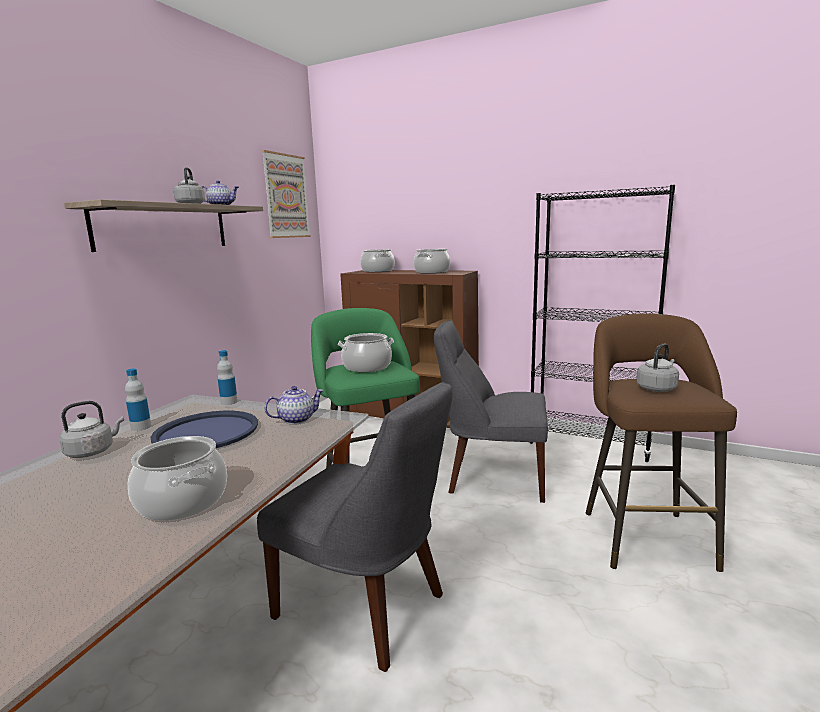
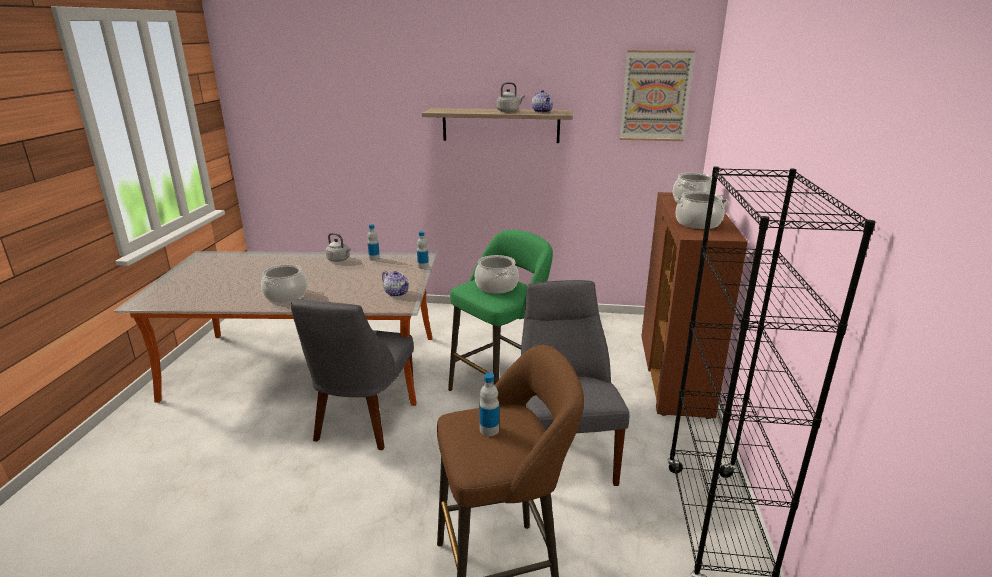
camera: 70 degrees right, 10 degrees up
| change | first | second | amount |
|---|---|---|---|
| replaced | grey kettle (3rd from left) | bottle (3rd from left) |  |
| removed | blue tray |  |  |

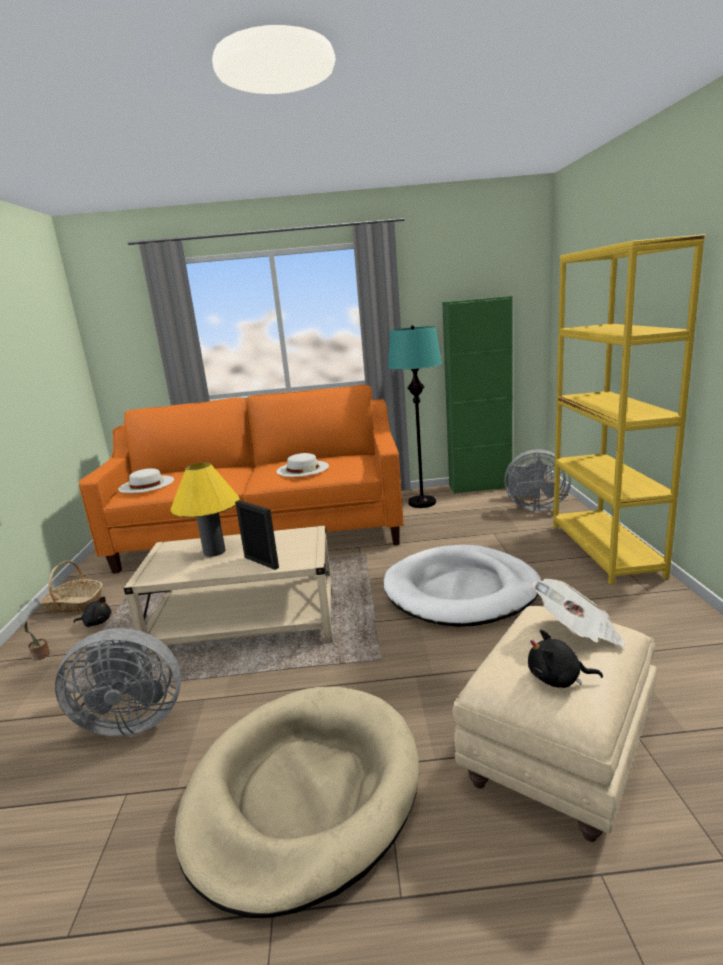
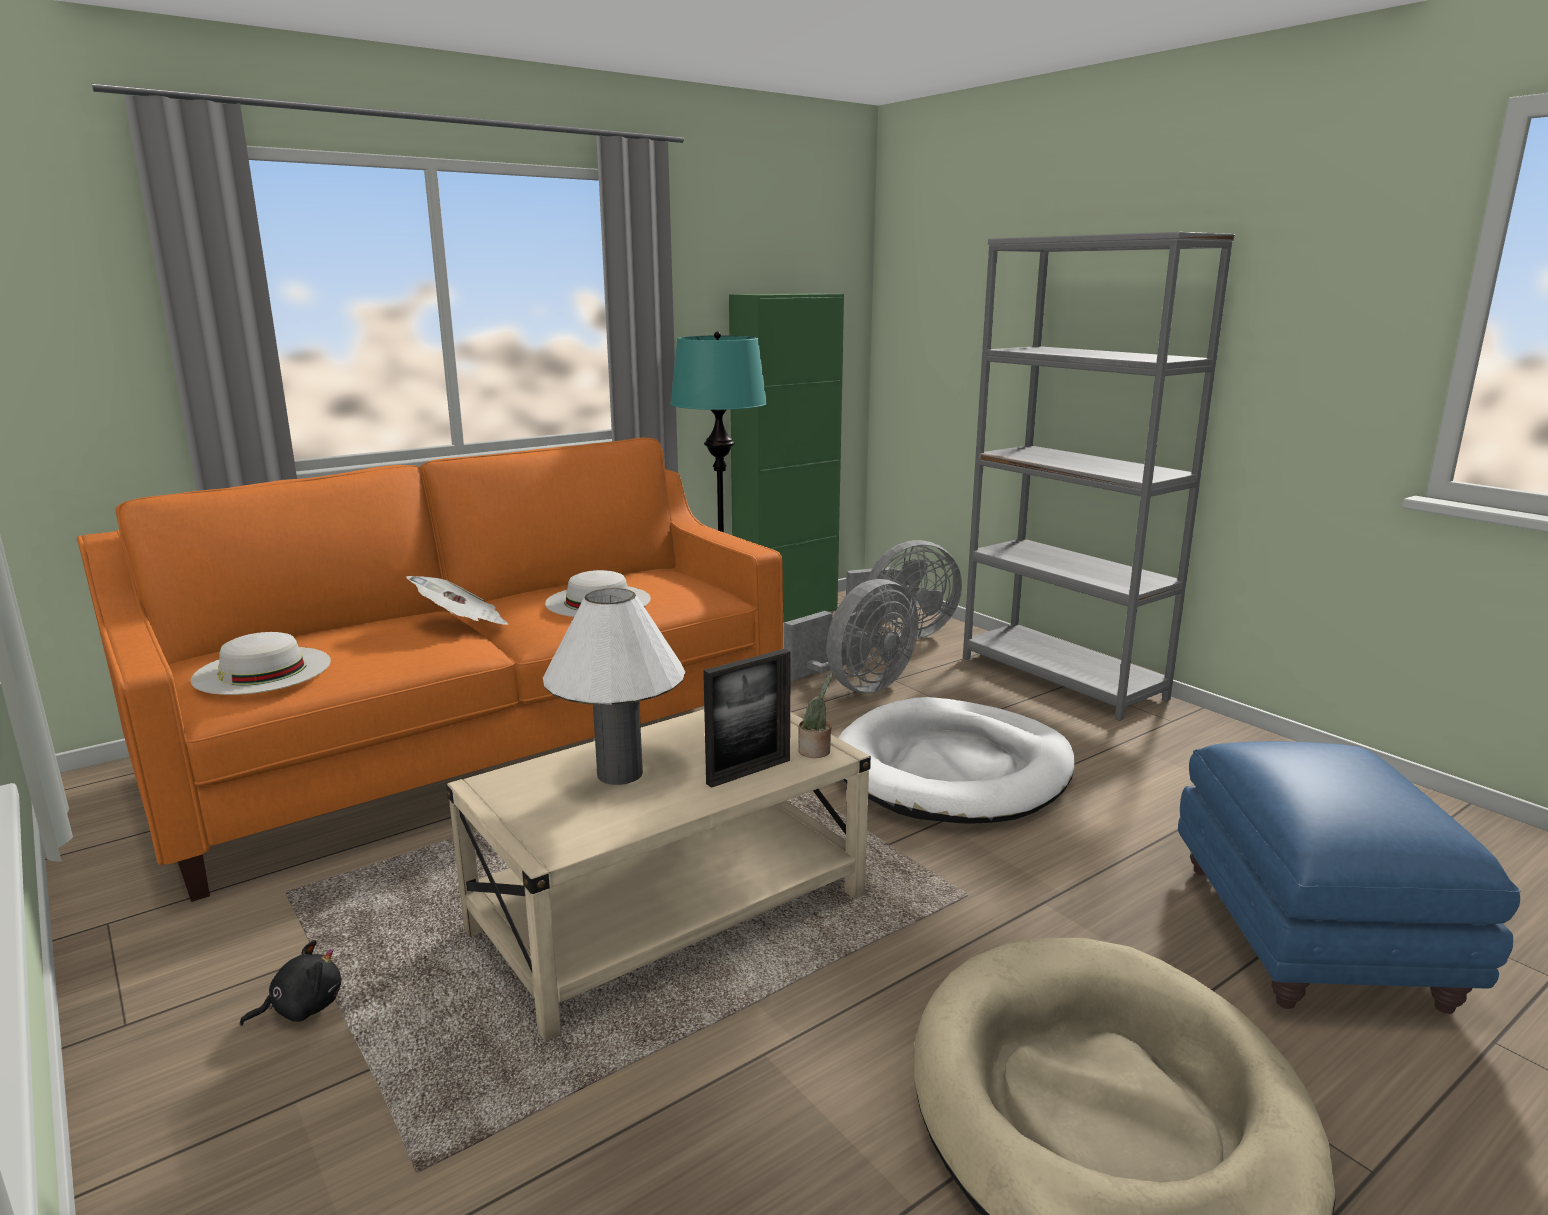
camera: 35 degrees left, 0 degrees up
| change | first | second | amount |
|---|---|---|---|
| moved | newspaper |  |  |
| recoloured | yellow table lamp | white table lamp |  |
| turned | picture frame |  | 135 degrees clockwise |
| moved | grey fan (1st from left) |  |  |
| moved | potted plant |  |  |
| recoloured | yellow bookcase | grey bookcase |  |
| recoloured | beige ottoman | blue ottoman |  |
| removed | basket |  |  |
| removed | black plush toy (2nd from left) |  |  |

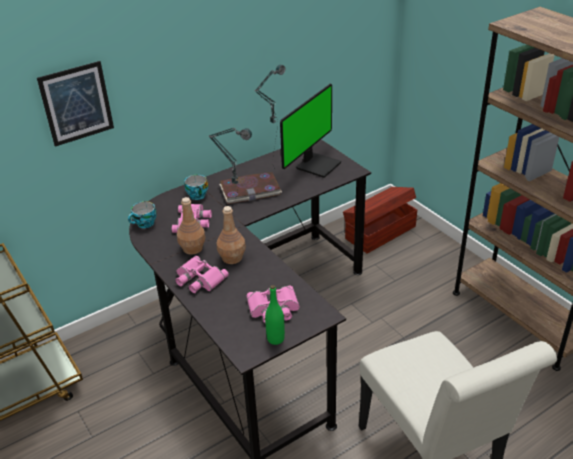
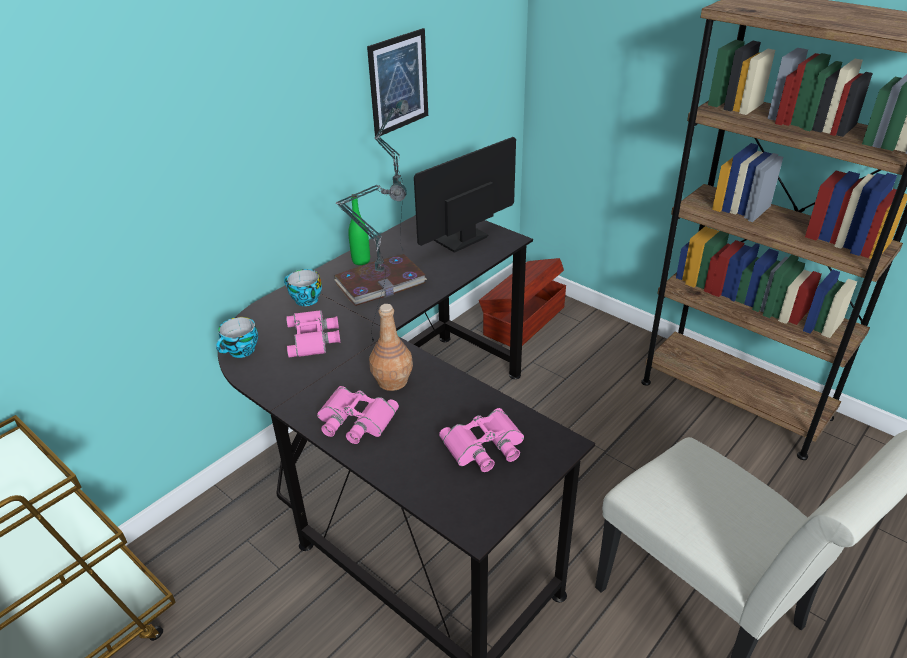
camera: 15 degrees left, 0 degrees up
| change | first | second | amount |
|---|---|---|---|
| moved | green bottle |  |  |
| moved | picture |  |  |
| turned | monitor |  | 150 degrees counterclockwise |
| removed | brown bottle (1st from left) |  |  |

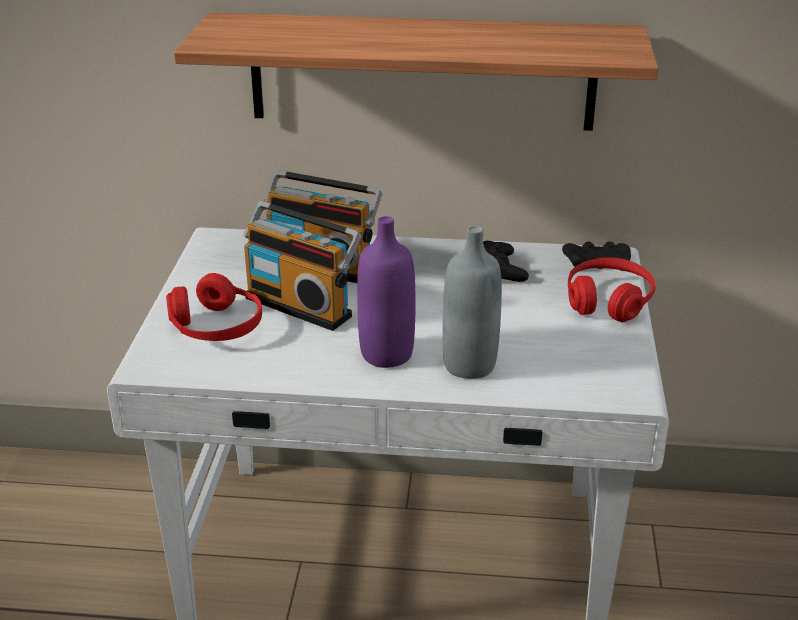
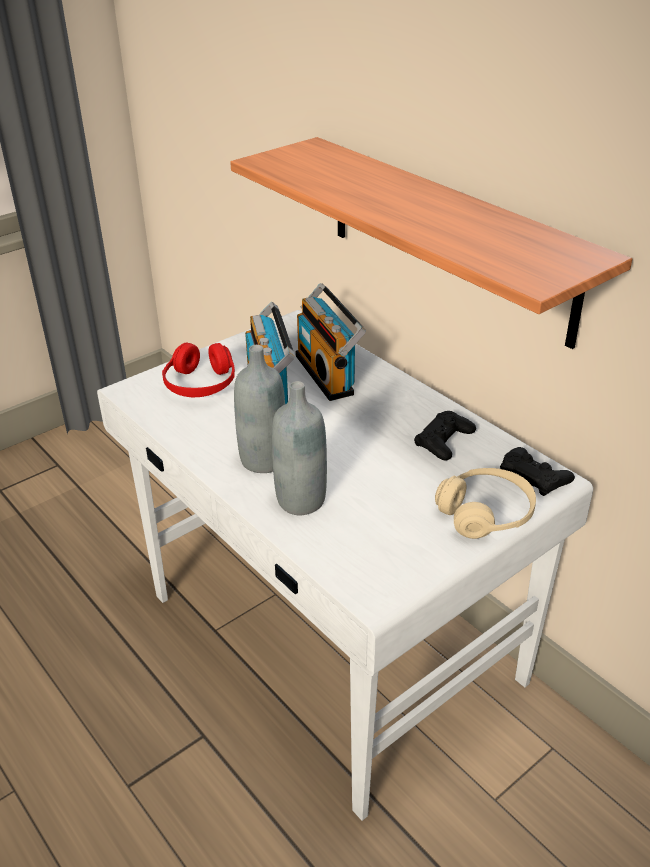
camera: 45 degrees right, 5 degrees up
| change | first | second | amount |
|---|---|---|---|
| recoloured | purple bottle | grey bottle (1st from left) |  |
| recoloured | red headphones (2nd from left) | beige headphones |  |

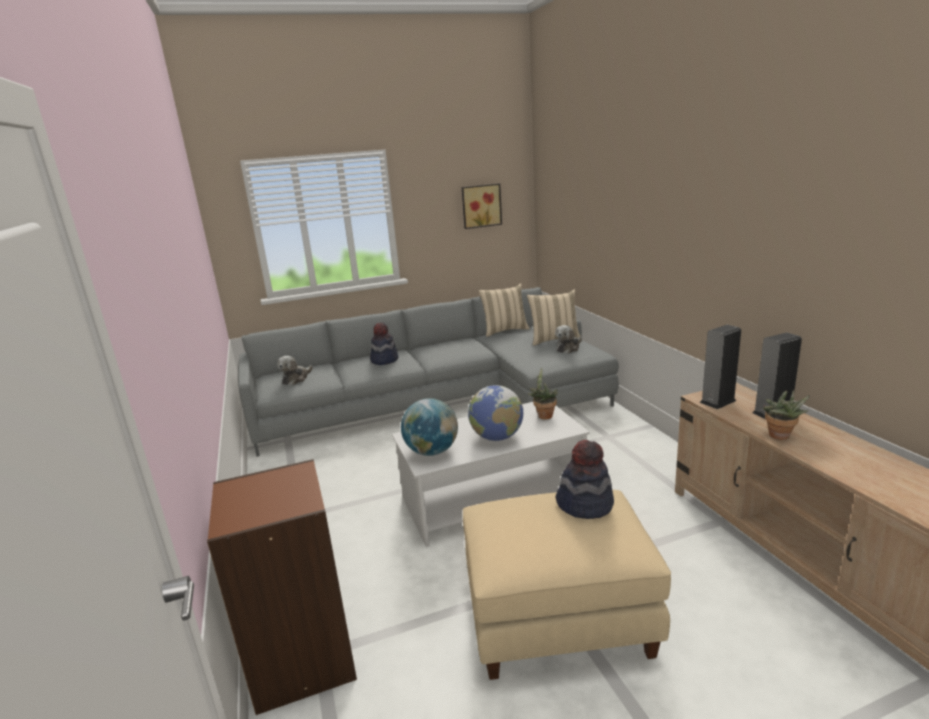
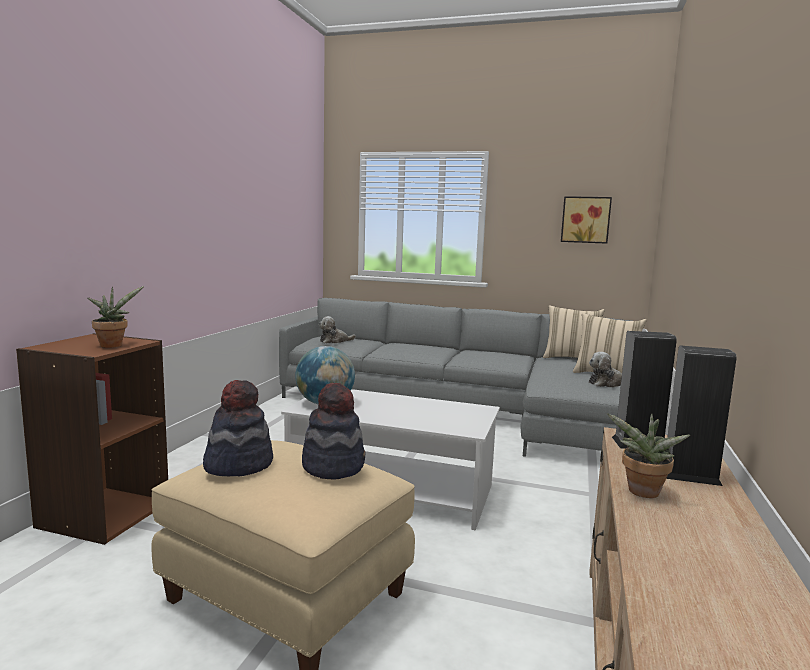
camera: 35 degrees right, 10 degrees down
| change | first | second | amount |
|---|---|---|---|
| moved | potted plant (1st from left) |  |  |
| moved | hat (1st from left) |  |  |
| removed | globe (2nd from left) |  |  |

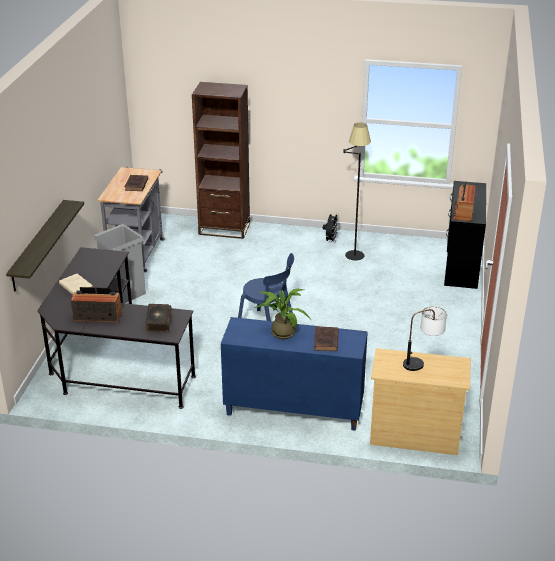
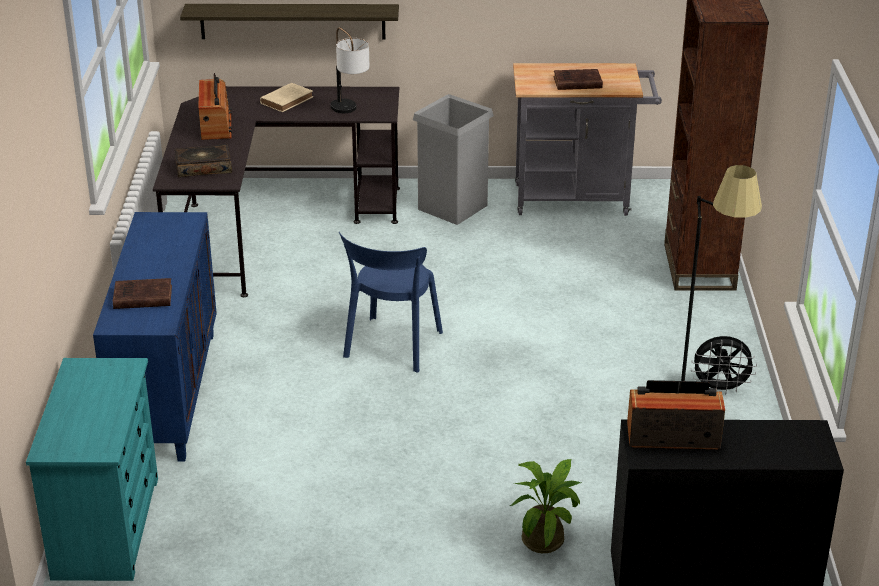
camera: 80 degrees right, 0 degrees up
| change | first | second | amount |
|---|---|---|---|
| recoloured | beige dresser | turquoise dresser |  |
| moved | table lamp |  |  |
| moved | potted plant |  |  |

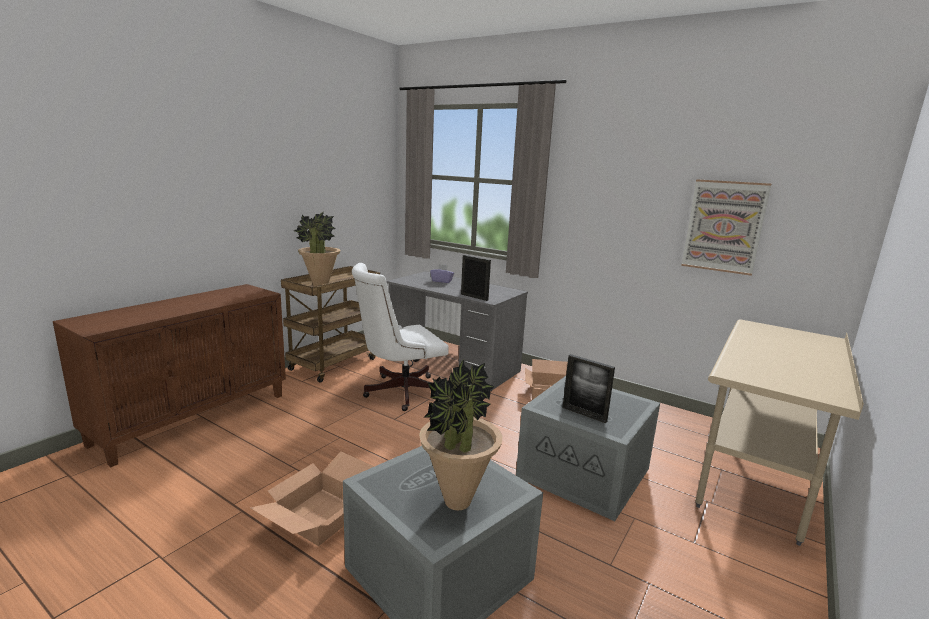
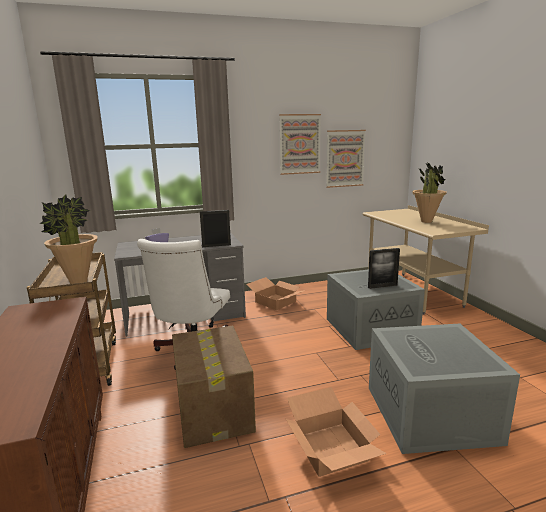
camera: 50 degrees left, 0 degrees up
| change | first | second | amount |
|---|---|---|---|
| added |  | cardboard box (1st from left) |  |
| added |  | picture (1st from left) |  |
| moved | potted plant (2nd from left) |  |  |

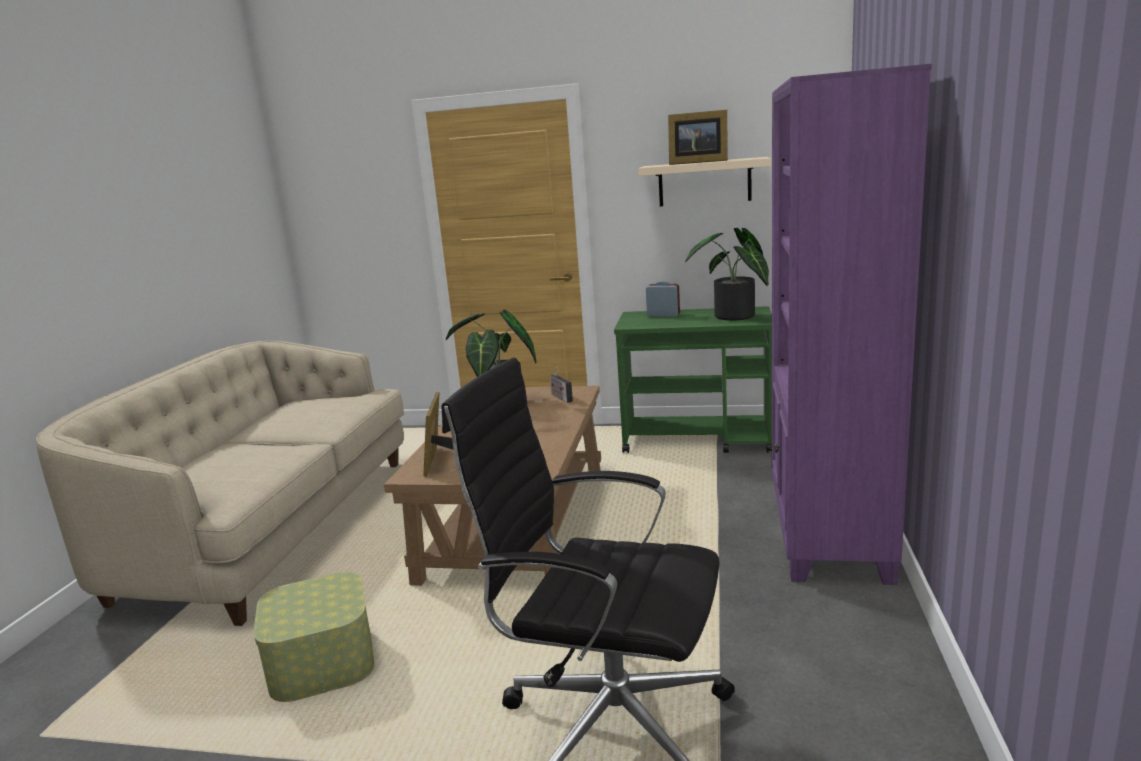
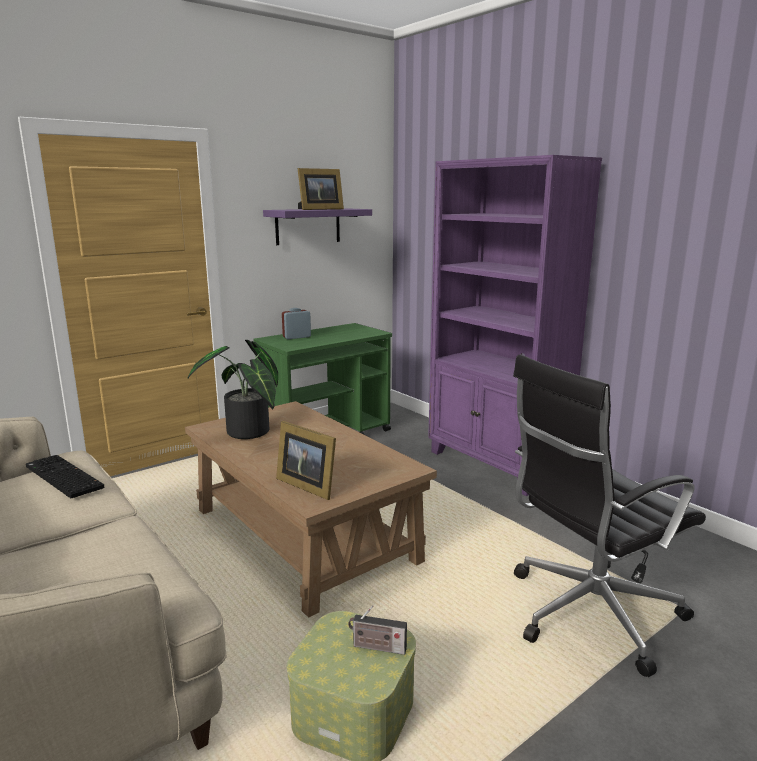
camera: 50 degrees left, 0 degrees up
| change | first | second | amount |
|---|---|---|---|
| added |  | keyboard |  |
| recoloured | beige shelf | purple shelf |  |
| moved | radio |  |  |
| removed | potted plant (2nd from left) |  |  |

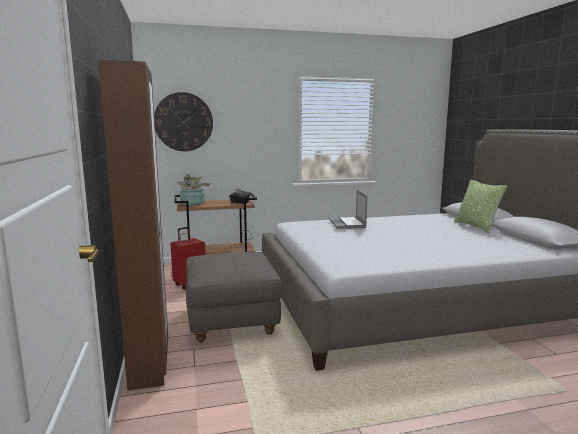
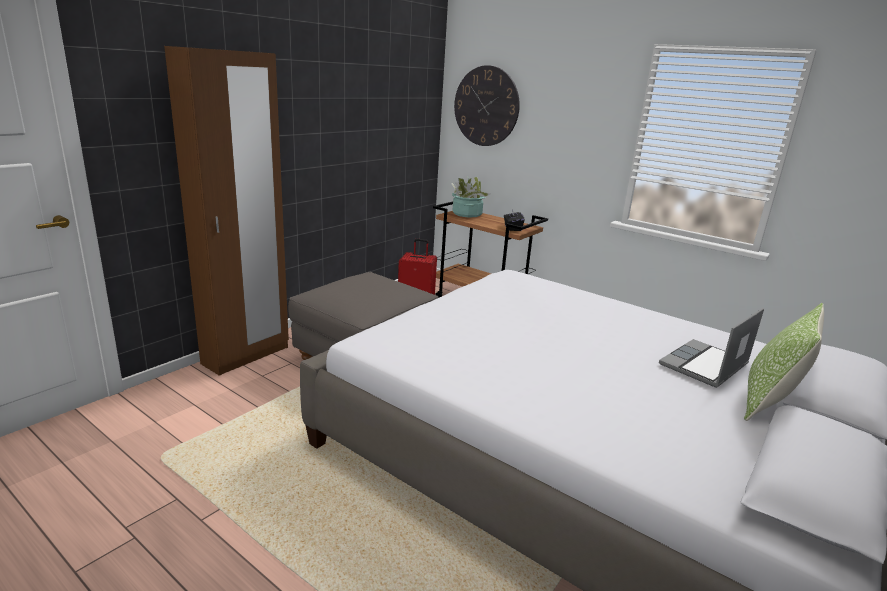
camera: 50 degrees right, 10 degrees up
| change | first | second | amount |
|---|---|---|---|
| moved | laptop |  |  |

